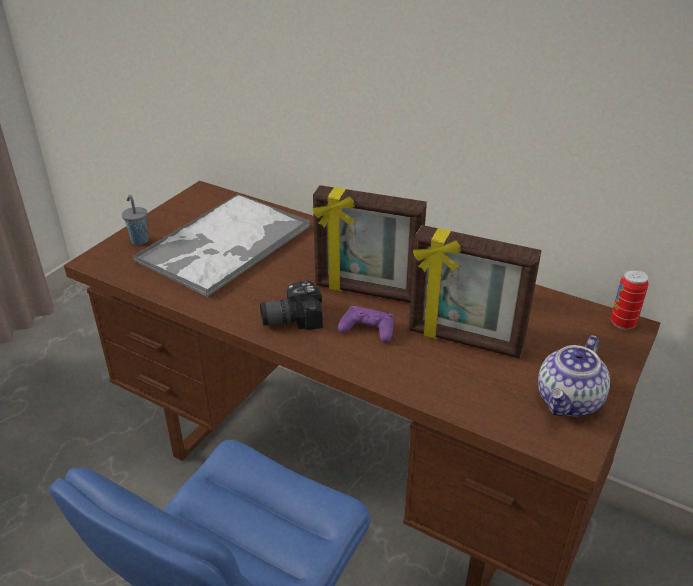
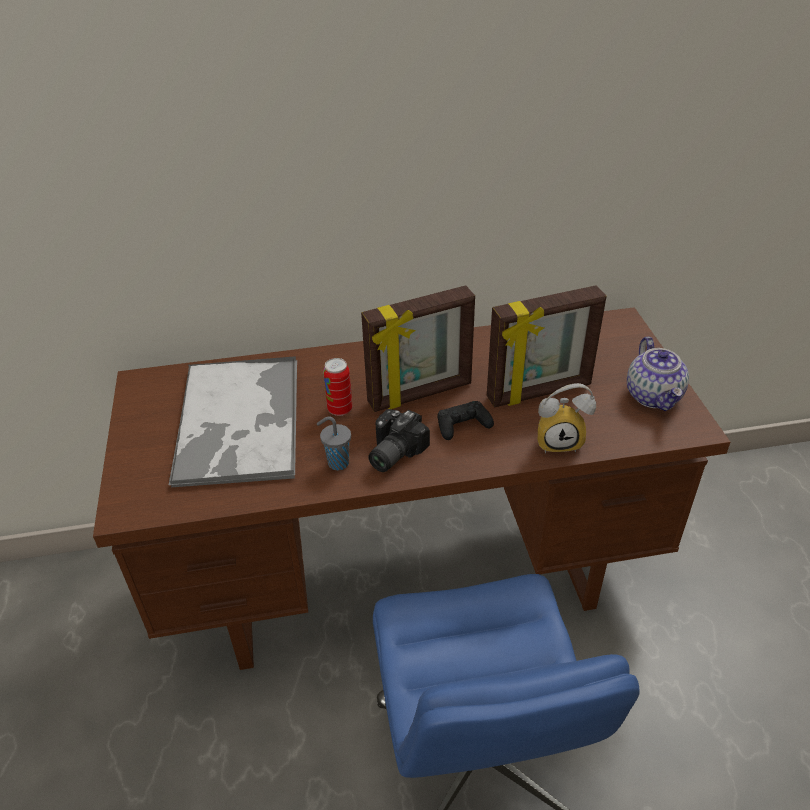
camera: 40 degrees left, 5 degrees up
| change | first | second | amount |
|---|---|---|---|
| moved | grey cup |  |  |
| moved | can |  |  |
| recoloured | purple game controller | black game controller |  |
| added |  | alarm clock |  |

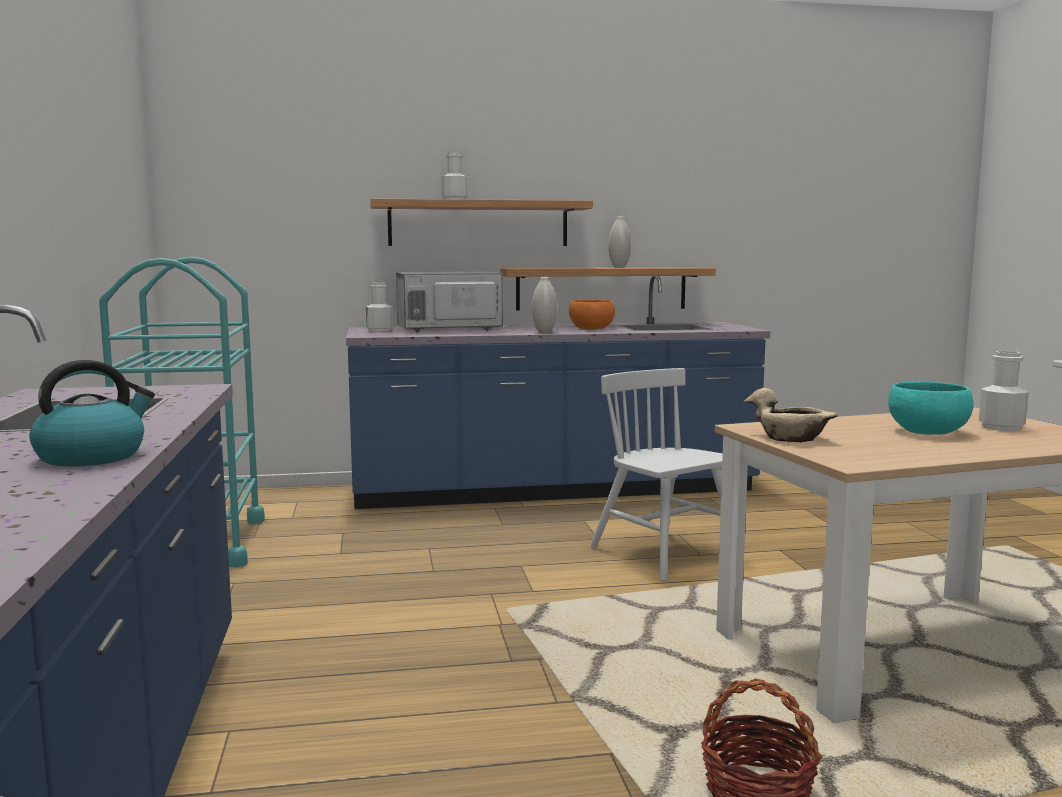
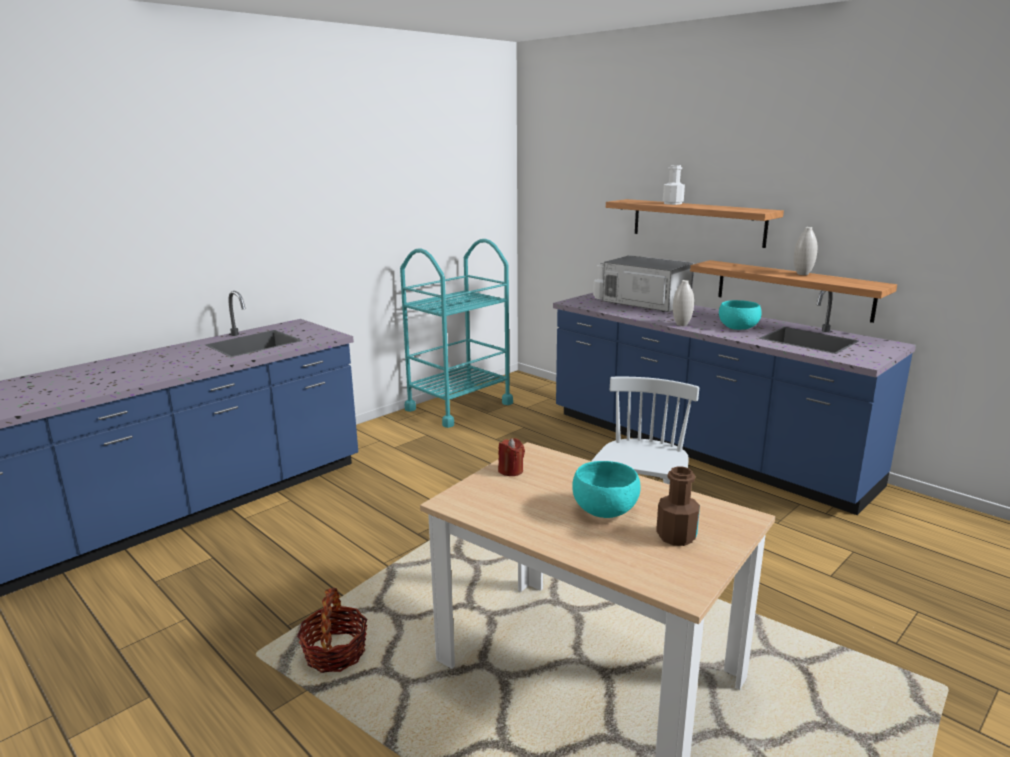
camera: 55 degrees right, 10 degrees up
| change | first | second | amount |
|---|---|---|---|
| replaced | beige bowl | red candle |  |
| recoloured | white bottle (3rd from left) | brown bottle |  |
| recoloured | orange bowl | turquoise bowl (2nd from left) |  |
| removed | kettle |  |  |

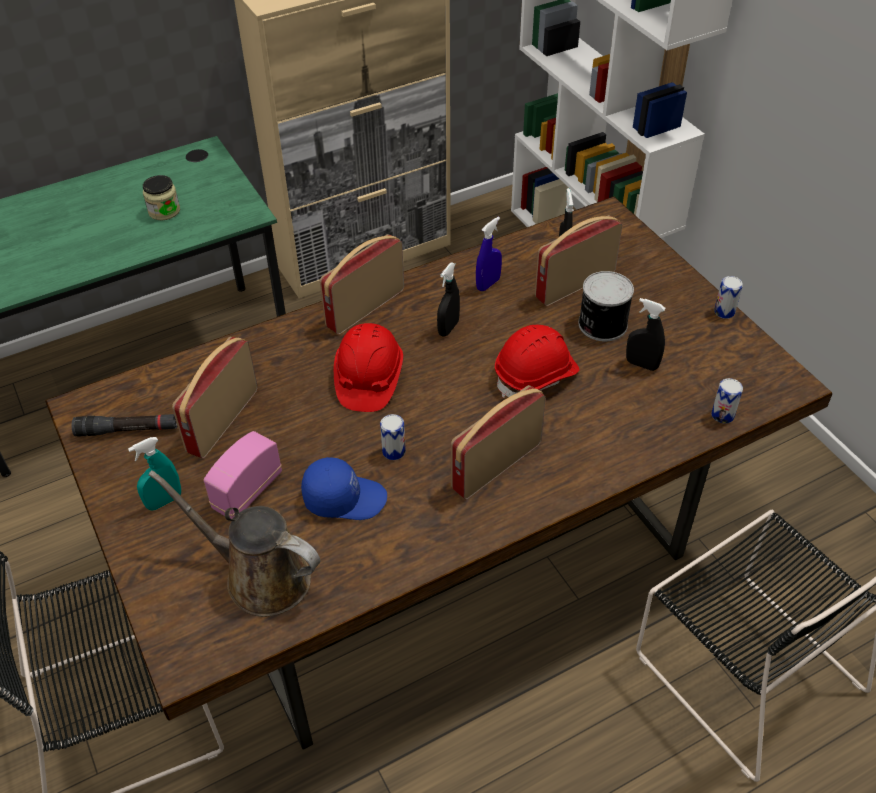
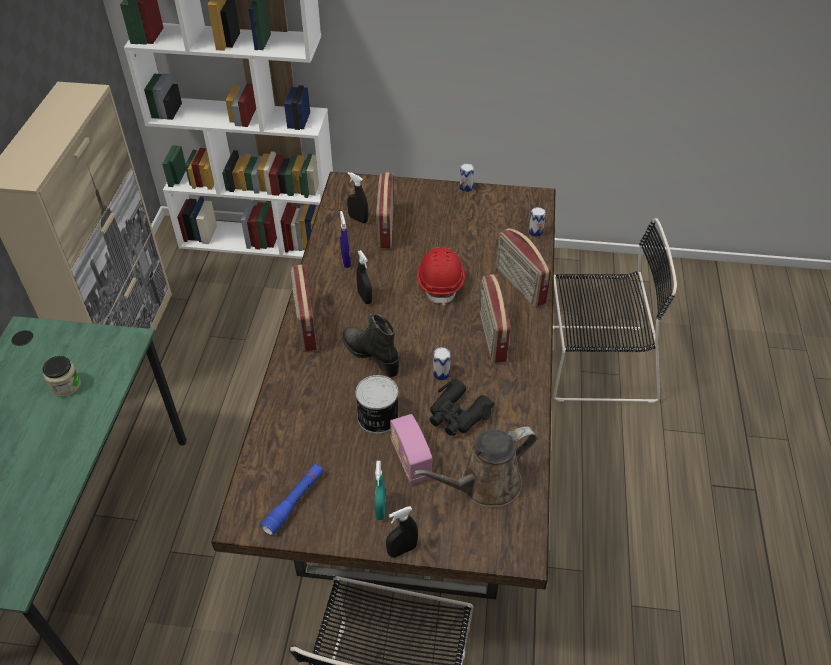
camera: 55 degrees left, 0 degrees up
| change | first | second | amount |
|---|---|---|---|
| recoloured | black flashlight | blue flashlight |  |
| replaced | red hard hat (1st from left) | black boot |  |
| moved | can (2nd from left in the first image) | can (1st from left) |  |
| moved | black spray bottle (3rd from left) |  |  |
| replaced | blue cap | black binoculars |  |
| moved | radio (1st from left in the first image) | radio (5th from left) |  |

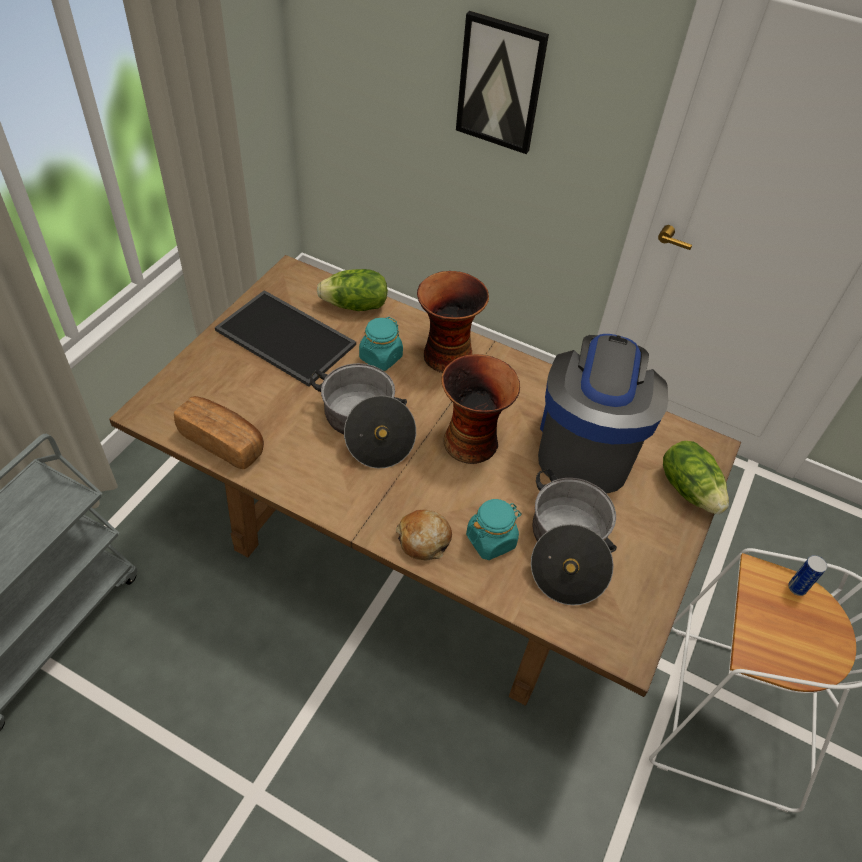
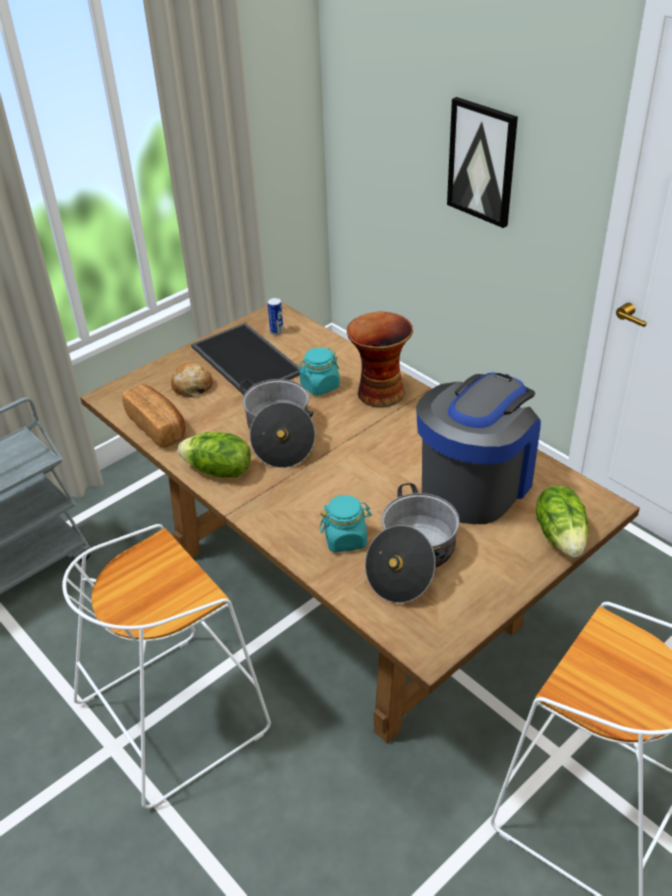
camera: 25 degrees right, 10 degrees down
| change | first | second | amount |
|---|---|---|---|
| added |  | white stool (1st from left) |  |
| moved | bread (2nd from left) |  |  |
| moved | lettuce (1st from left) |  |  |
| moved | can |  |  |
| removed | vase (2nd from left) |  |  |

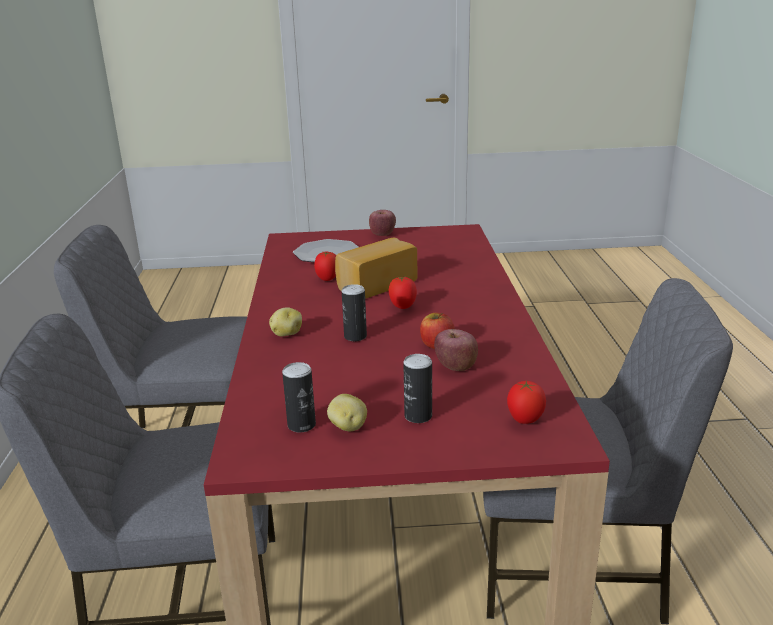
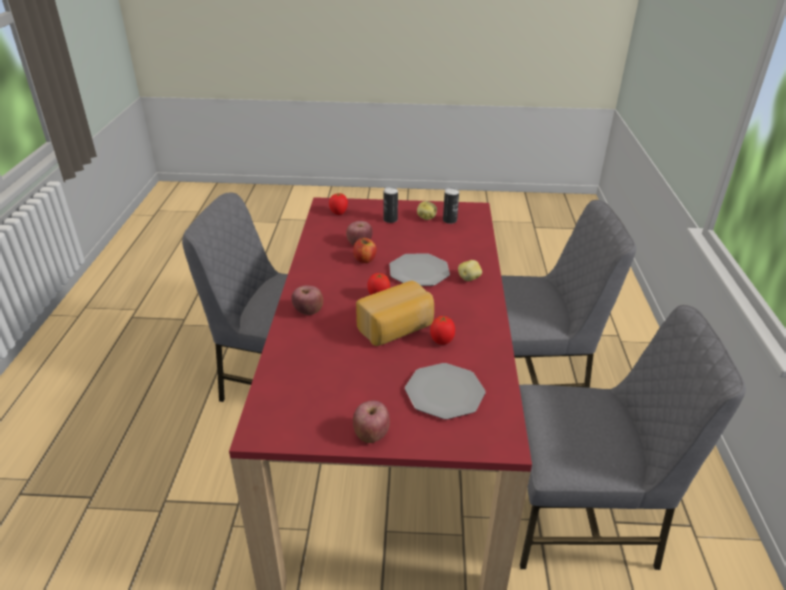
camera: 175 degrees left, 10 degrees up
| change | first | second | amount |
|---|---|---|---|
| added |  | apple (1st from left) |  |
| replaced | can (2nd from left) | plate (1st from left) |  |

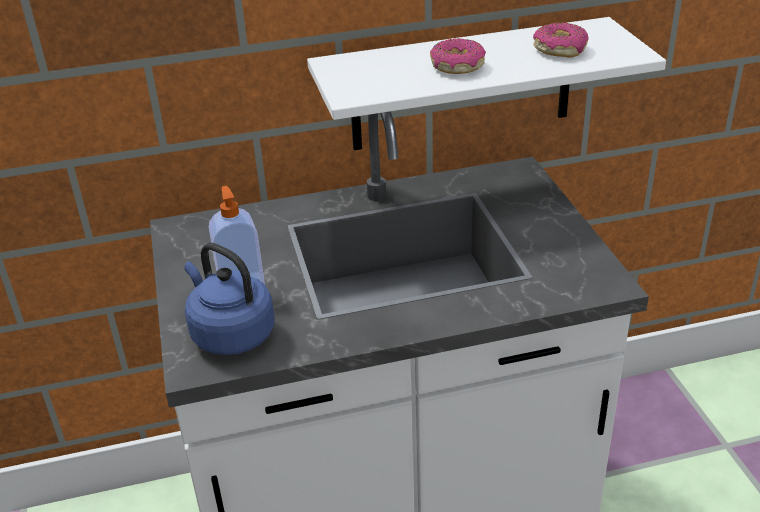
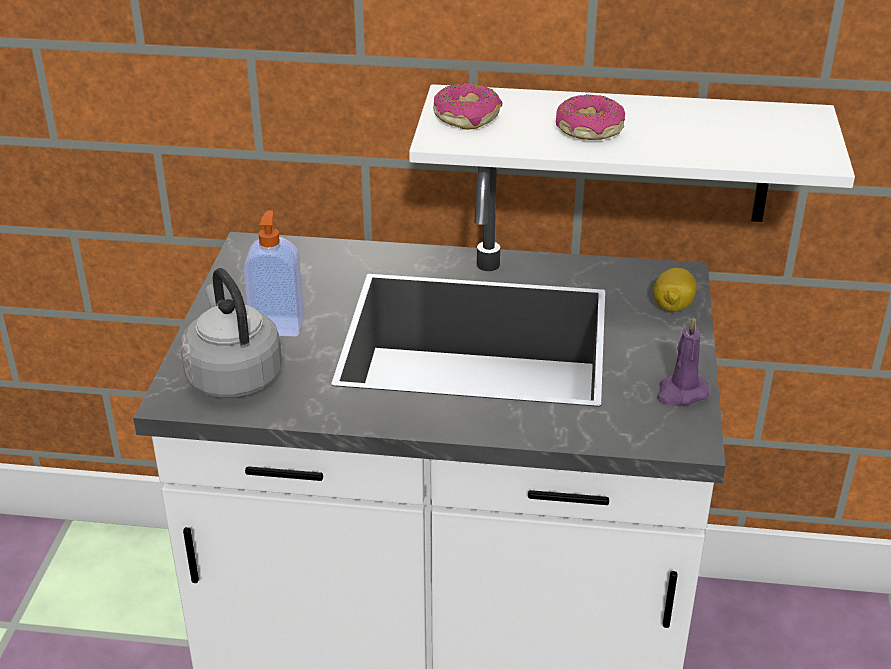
camera: 20 degrees right, 0 degrees up
| change | first | second | amount |
|---|---|---|---|
| recoloured | blue kettle | grey kettle |  |
| moved | donut (2nd from left in the first image) | donut (1st from left) |  |
| added |  | lemon |  |
| added |  | purple candle |  |

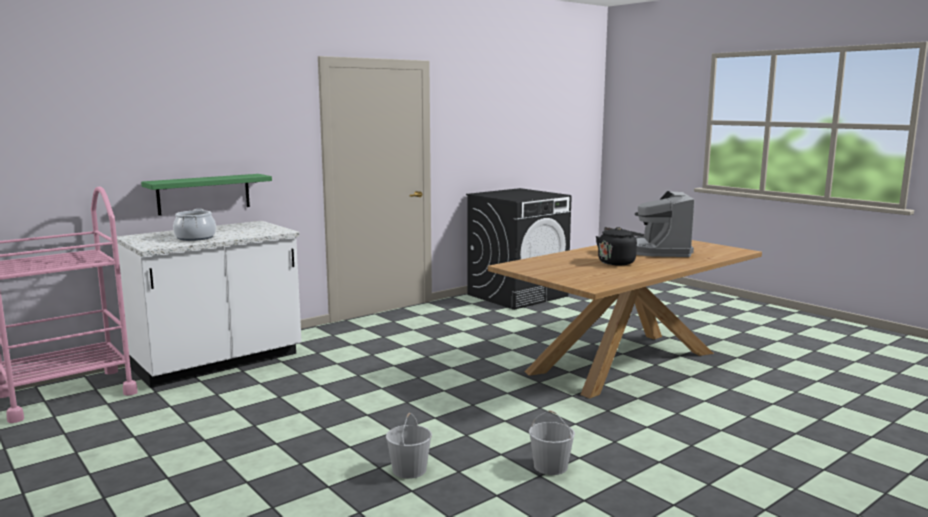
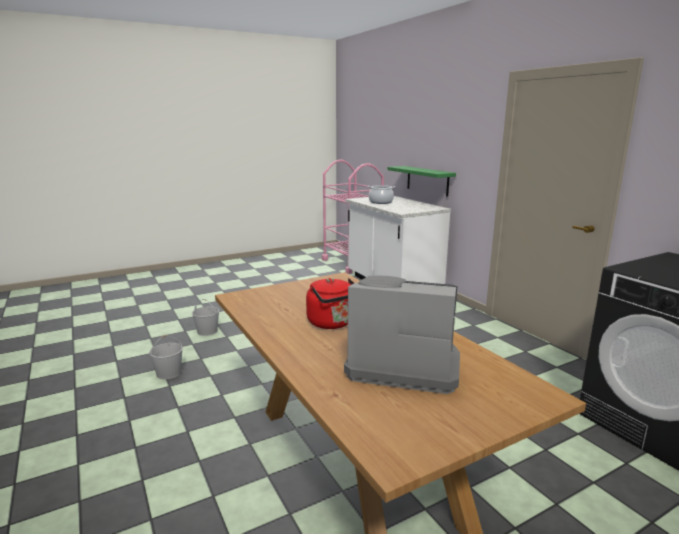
camera: 100 degrees right, 5 degrees up
| change | first | second | amount |
|---|---|---|---|
| recoloured | black kettle | red kettle |  |

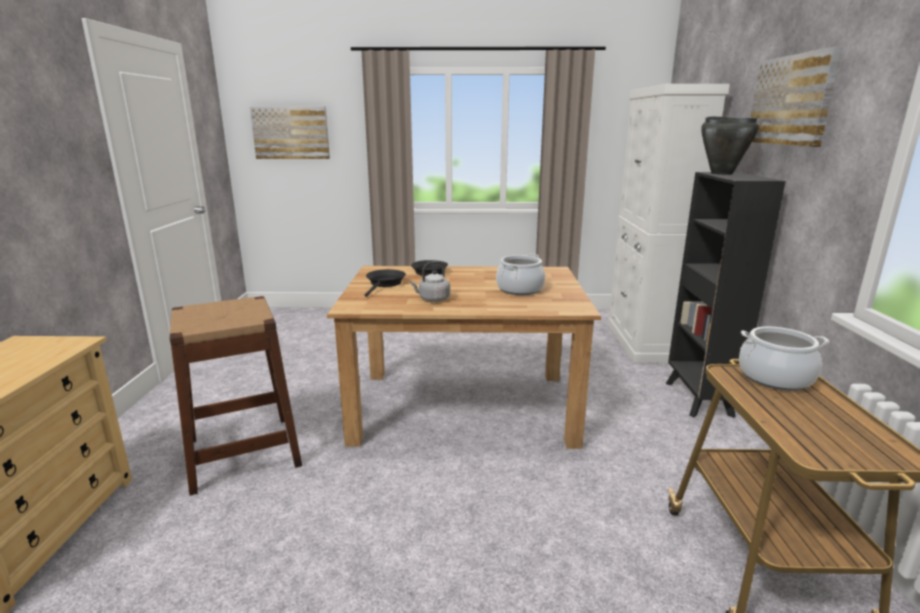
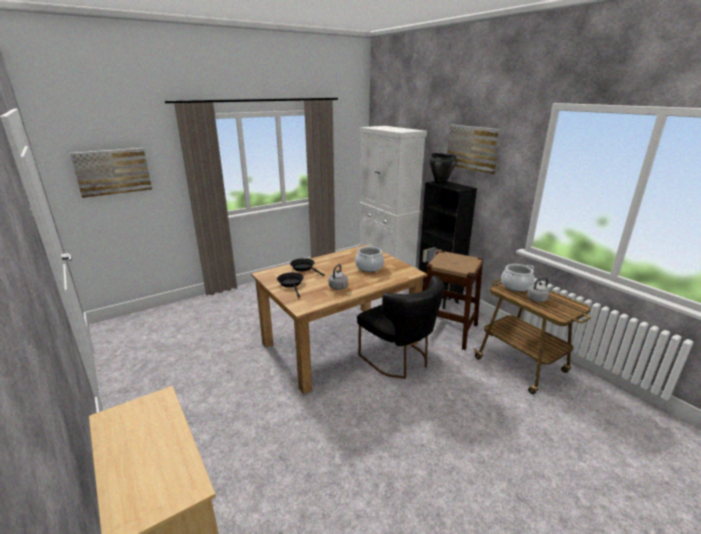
camera: 35 degrees left, 5 degrees up
| change | first | second | amount |
|---|---|---|---|
| added |  | black chair |  |
| moved | brown stool |  |  |
| added |  | grey kettle (2nd from left) |  |

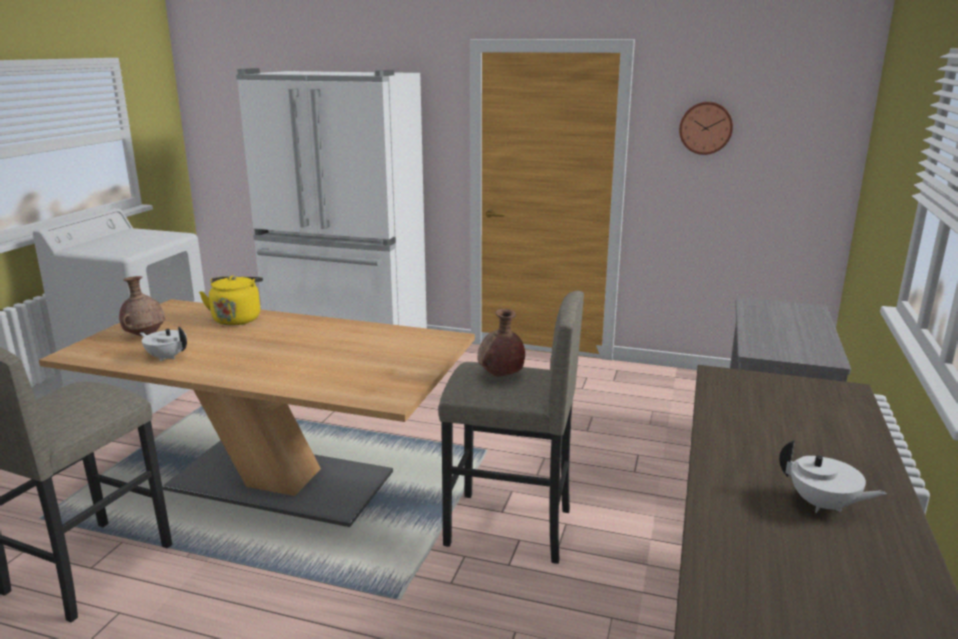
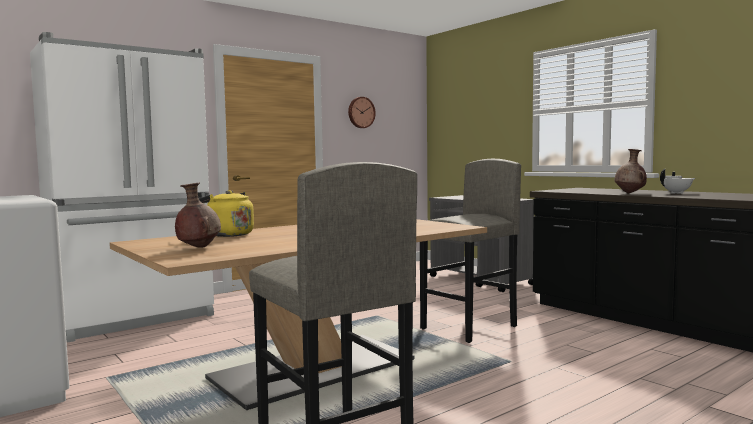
camera: 55 degrees left, 15 degrees down
| change | first | second | amount |
|---|---|---|---|
| moved | brown vase (2nd from left) |  |  |
| removed | white teapot (1st from left) |  |  |

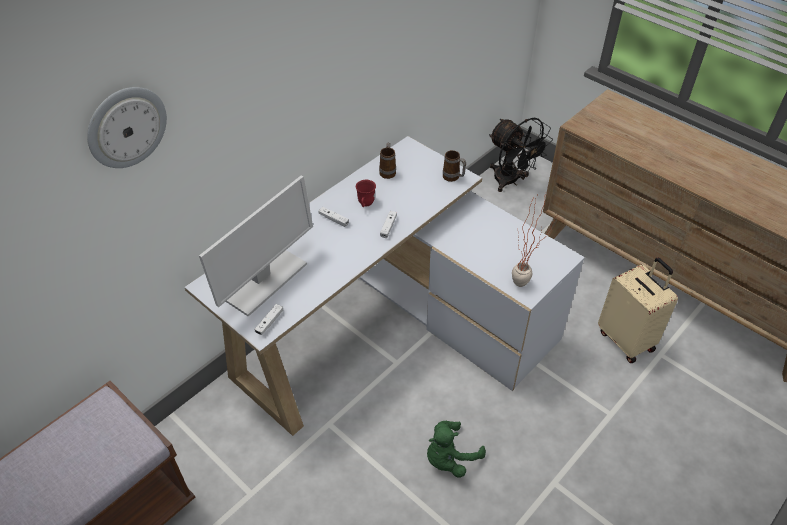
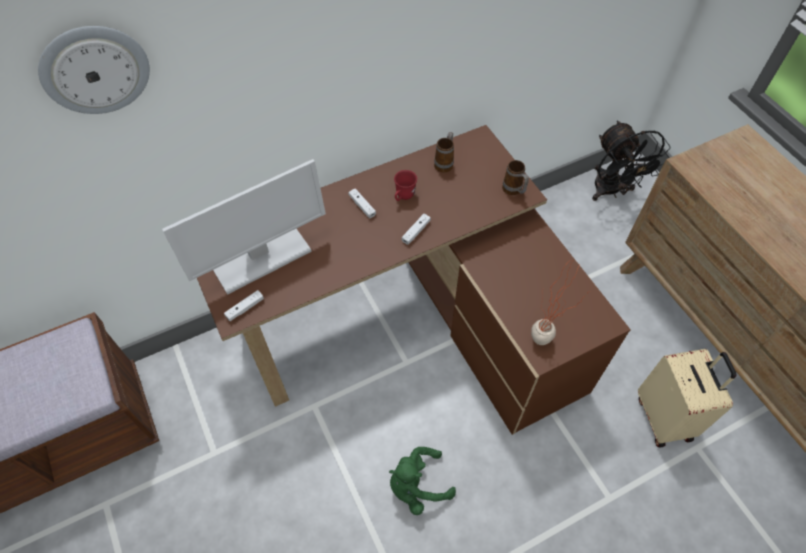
camera: 20 degrees right, 10 degrees up
| change | first | second | amount |
|---|---|---|---|
| recoloured | white desk | brown desk |  |

